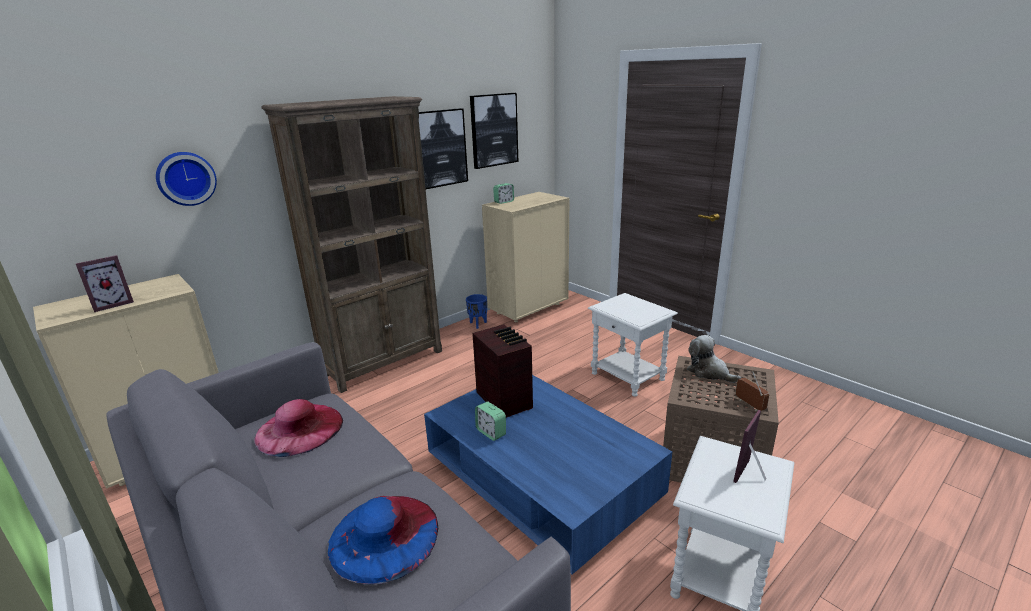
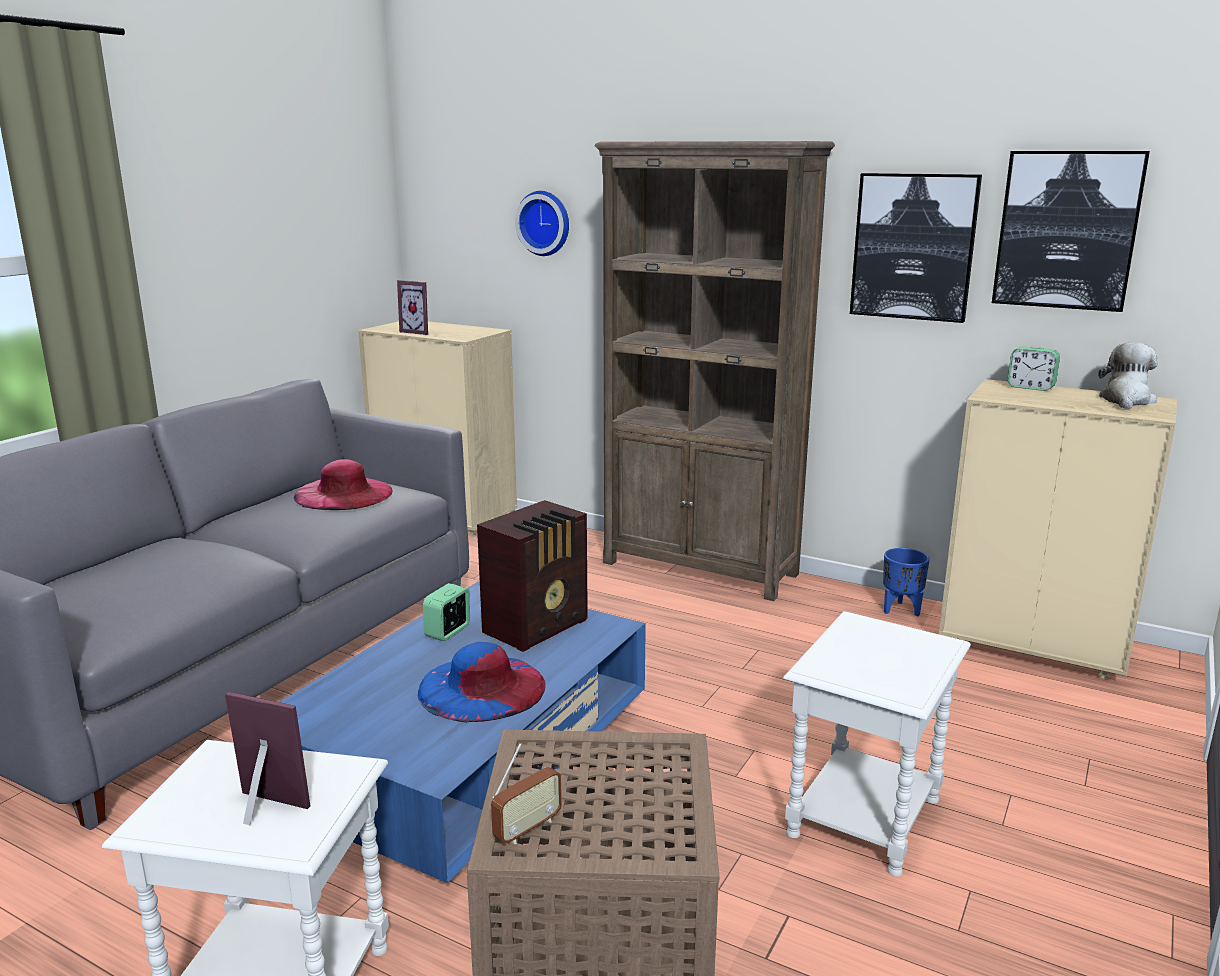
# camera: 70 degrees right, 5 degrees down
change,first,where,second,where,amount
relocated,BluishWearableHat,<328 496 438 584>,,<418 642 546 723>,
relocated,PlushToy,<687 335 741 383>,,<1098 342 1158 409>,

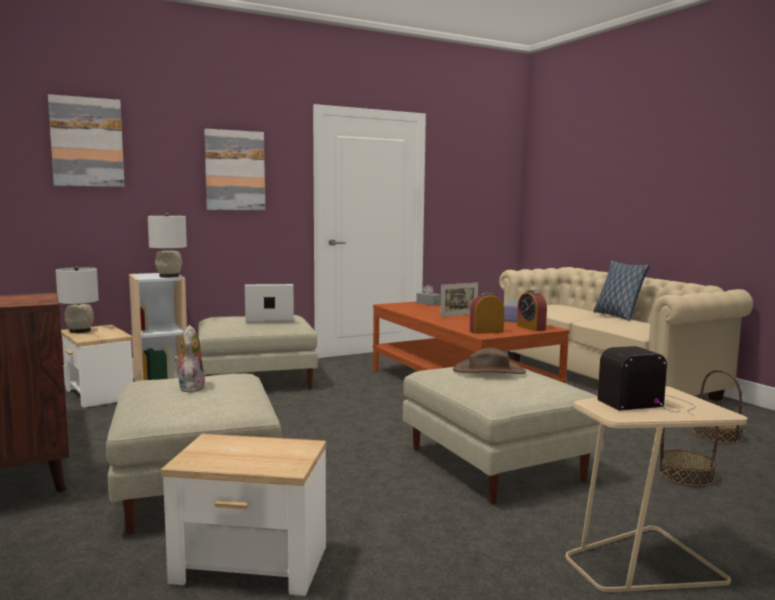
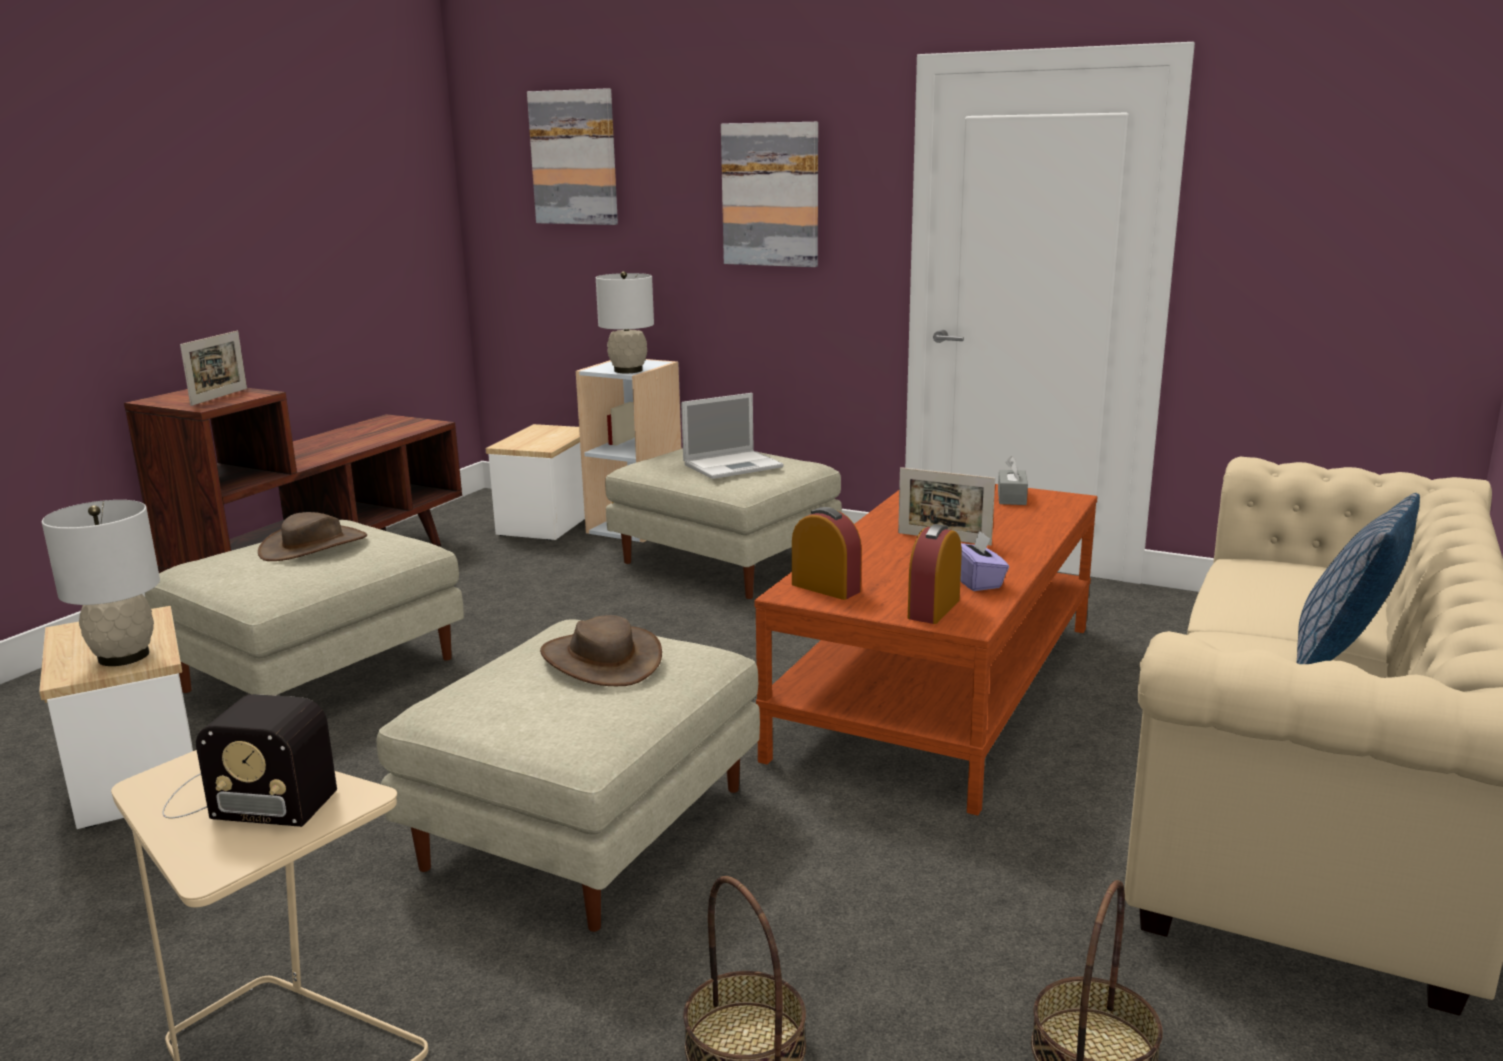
# camera: 55 degrees right, 10 degrees up
change,first,where,second,where,amount
relocated,WhiteColouredTableLamp,<56 266 99 333>,,<42 500 160 666>,
exchanged,PlushToy,<174 325 205 392>,BrownColouredWearableHat,<258 512 367 561>,
spun,PortableComputer,<245 284 294 323>,,<681 393 784 479>,105 degrees clockwise
spun,RadioSet,<598 346 695 415>,,<162 694 337 827>,150 degrees clockwise
appeared,,,PictureFrame,<180 331 247 406>,

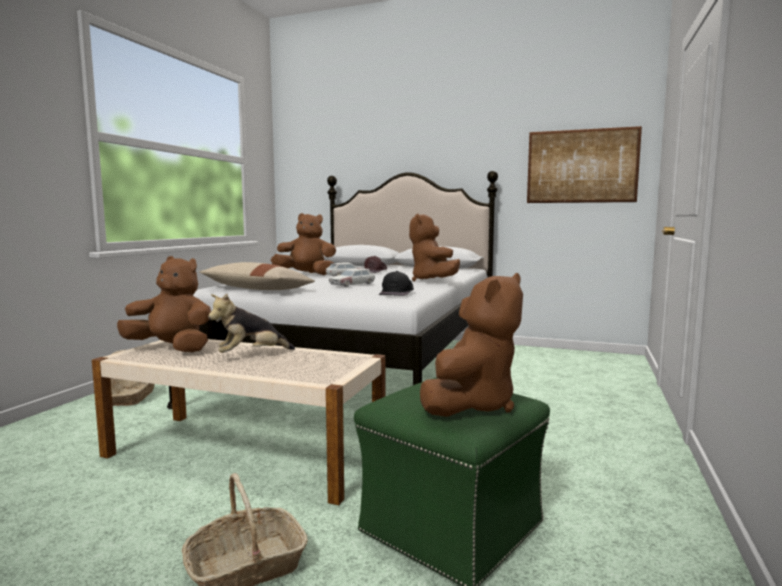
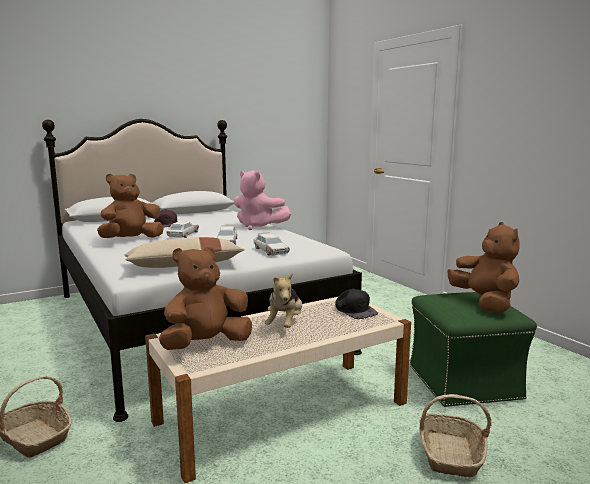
# camera: 50 degrees left, 5 degrees up
change,first,where,second,where,amount
relocated,BlackColouredCap,<379 271 414 296>,,<335 289 378 319>,
colour,BrownColouredPlushToy,<409 213 460 282>,PinkishPlushToy,<234 170 291 230>,
missing,WallArt,<527 126 642 203>,,,
appeared,,,ModelCar,<254 232 290 256>,

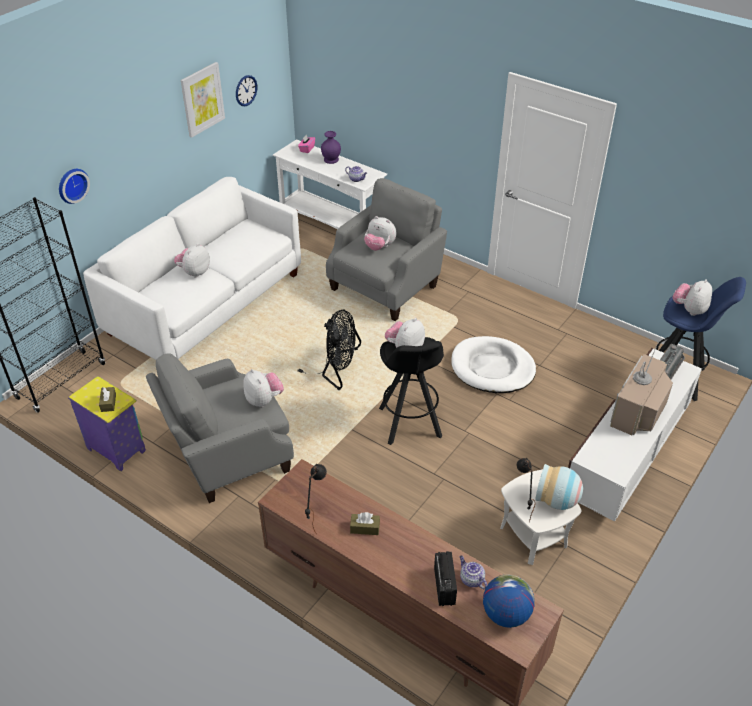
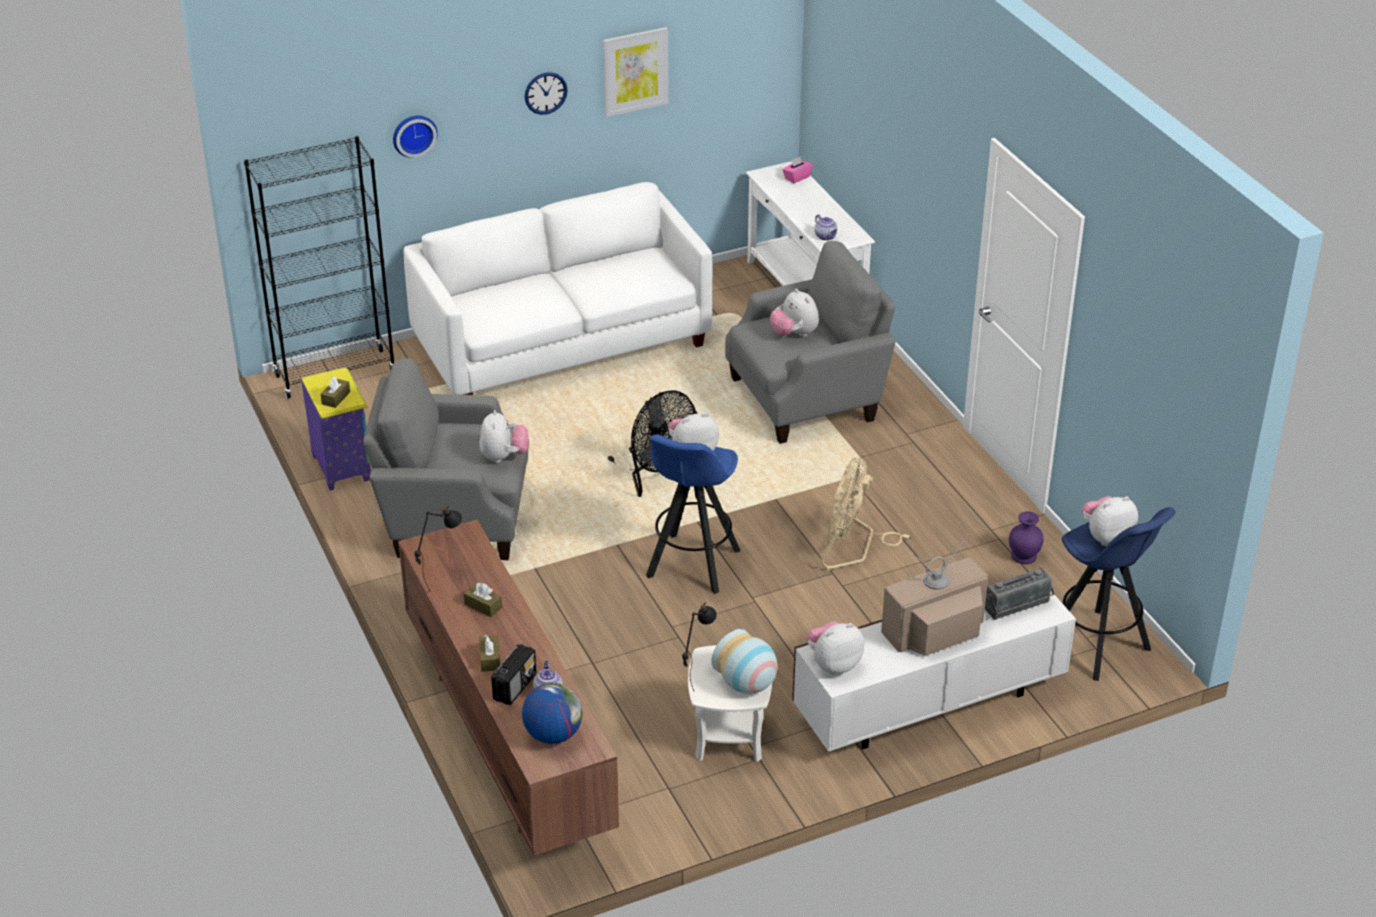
# camera: 30 degrees right, 5 degrees down
change,first,where,second,where,amount
relocated,PlushToy,<174 243 210 277>,,<806 621 864 674>,
relocated,HangingClock,<236 75 257 106>,,<524 72 568 115>,
relocated,PurplishDecorativeVase,<321 131 341 164>,,<1009 511 1044 564>,
colour,BlackColouredStoolSeat,<379 337 444 445>,BluishStoolSeat,<646 434 740 594>,
exchanged,WhiteColouredPetBed,<451 336 536 393>,BeigeColouredElectricFan,<821 457 911 571>,
appeared,,,BrownColouredTissueHolder,<479 635 500 672>,

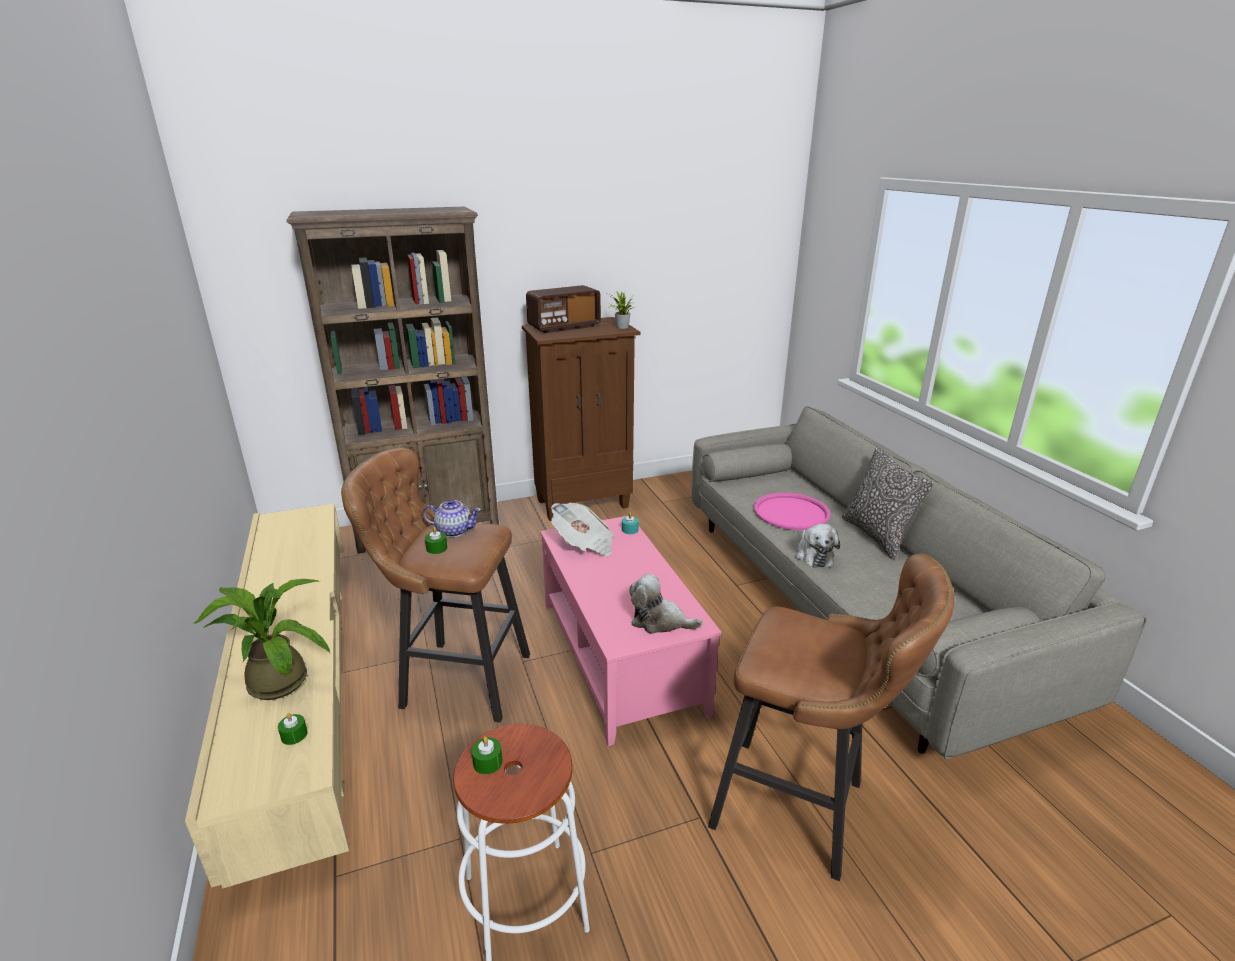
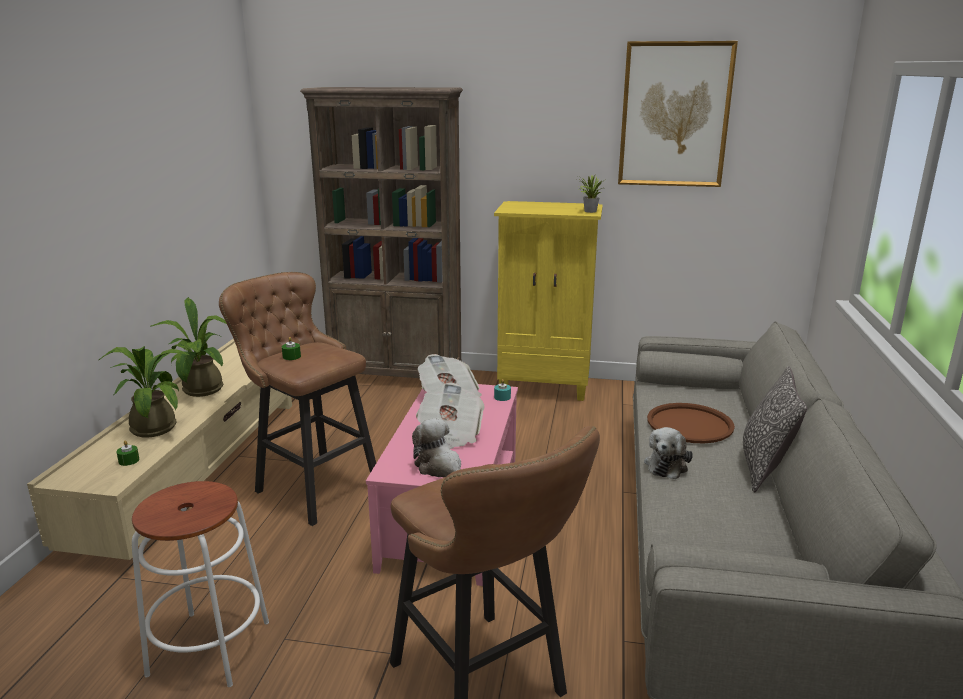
# camera: 30 degrees right, 5 degrees down
change,first,where,second,where,amount
missing,TeaPot,<423 499 481 537>,,,
missing,GreenCandle,<472 736 503 774>,,,
colour,BrownColouredStorageCabinet,<522 317 640 521>,YellowColouredStorageCabinet,<494 201 603 401>,
missing,RadioSet,<526 285 601 333>,,,
colour,PinkishTray,<754 492 831 530>,BrownColouredTray,<647 403 735 443>,
appeared,,,PlantInAPot,<151 297 227 397>,
appeared,,,DailyPaper,<416 383 485 449>,
appeared,,,WallArt,<618 41 738 187>,

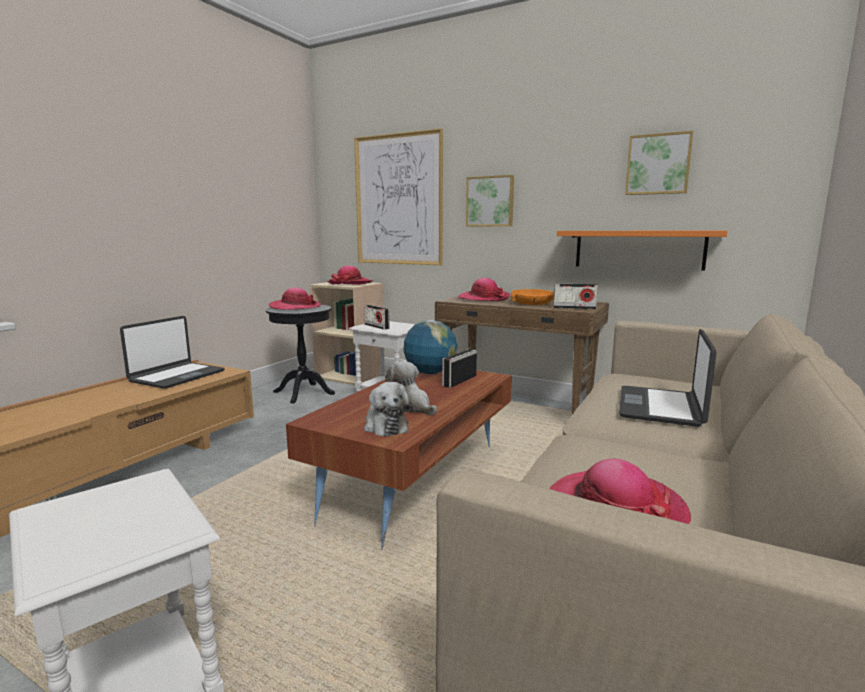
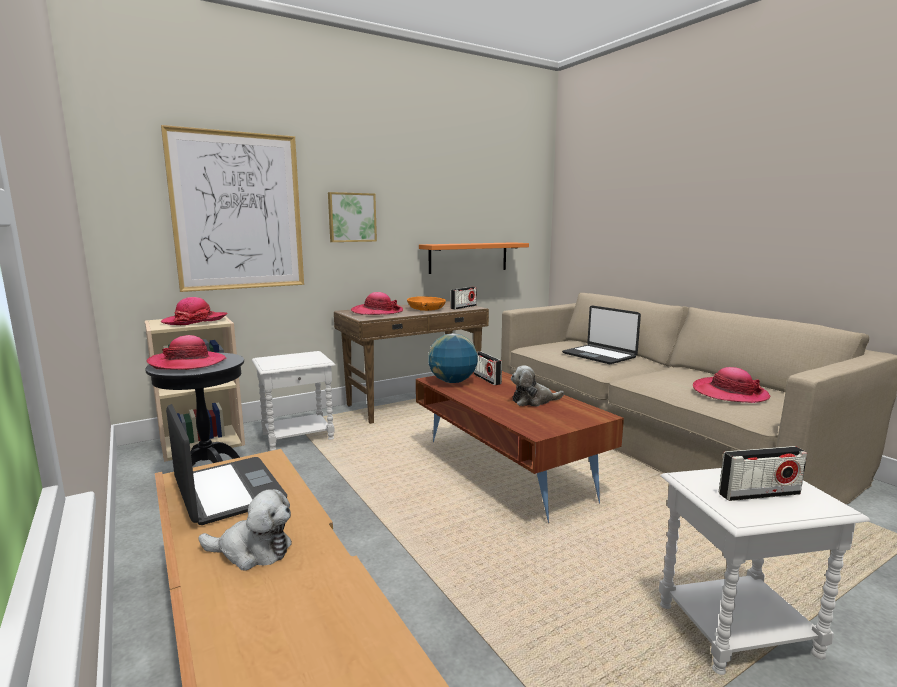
# camera: 60 degrees left, 0 degrees up
change,first,where,second,where,amount
relocated,RadioSet,<364 305 390 330>,,<719 446 807 501>,
relocated,PlushToy,<364 382 413 437>,,<198 489 292 570>,
missing,WallArt,<625 131 693 195>,,,

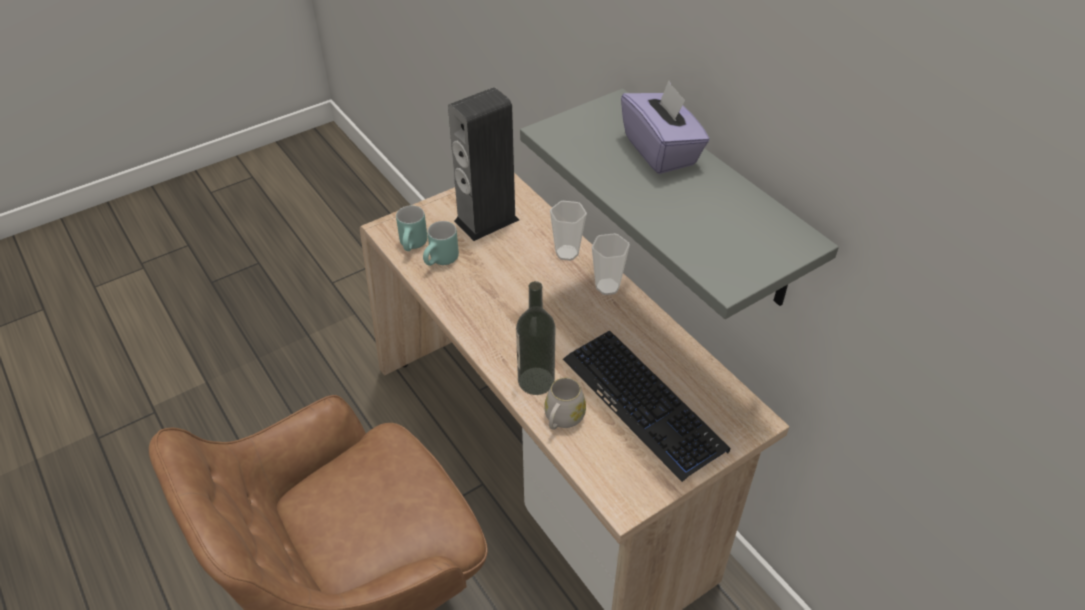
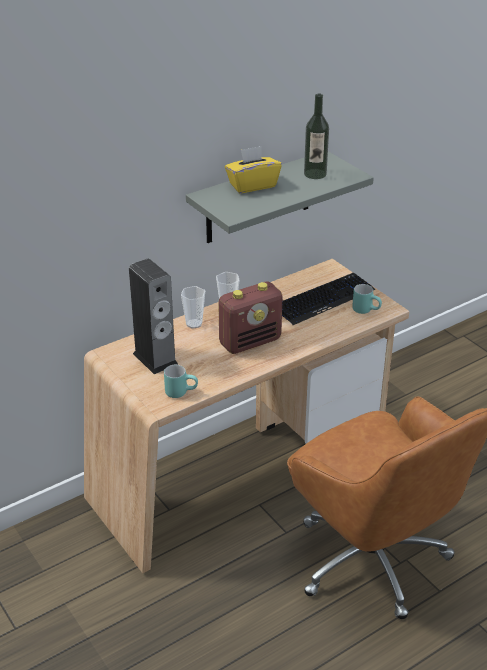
# camera: 90 degrees left, 10 degrees down
change,first,where,second,where,amount
relocated,TurquoiseColouredTeaMug,<423 221 459 266>,,<352 284 382 314>,
relocated,BeverageBottle,<516 281 555 395>,,<304 94 329 179>,
missing,WhiteColouredTeaMug,<544 378 586 430>,,,
colour,PurplishTissueHolder,<621 81 710 174>,YellowColouredTissueHolder,<225 146 282 193>,
appeared,,,RadioSet,<218 281 283 354>,

